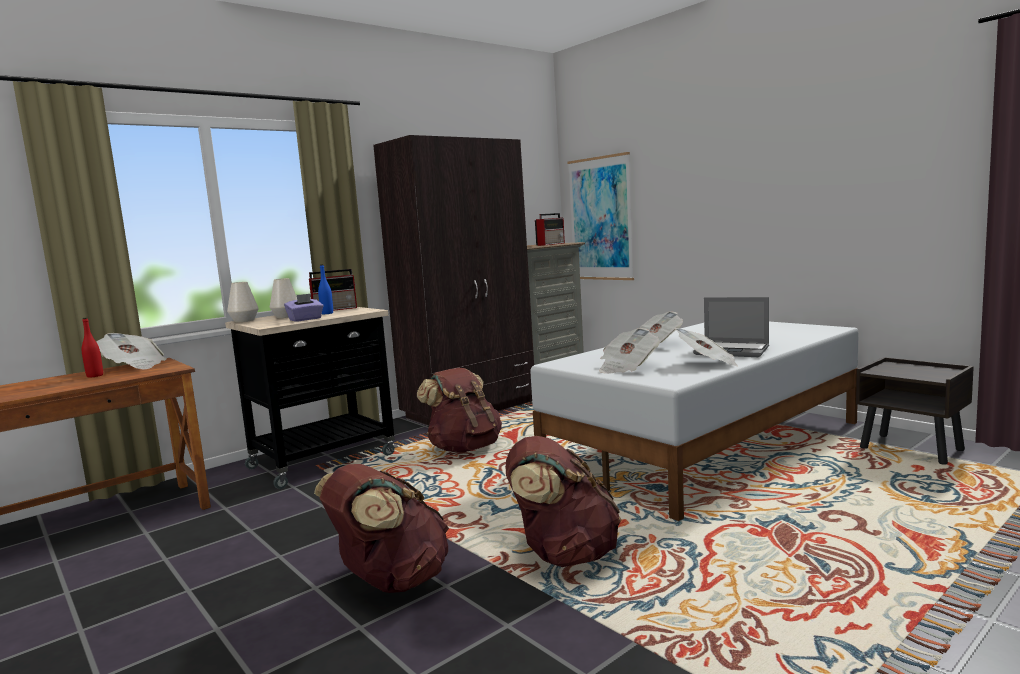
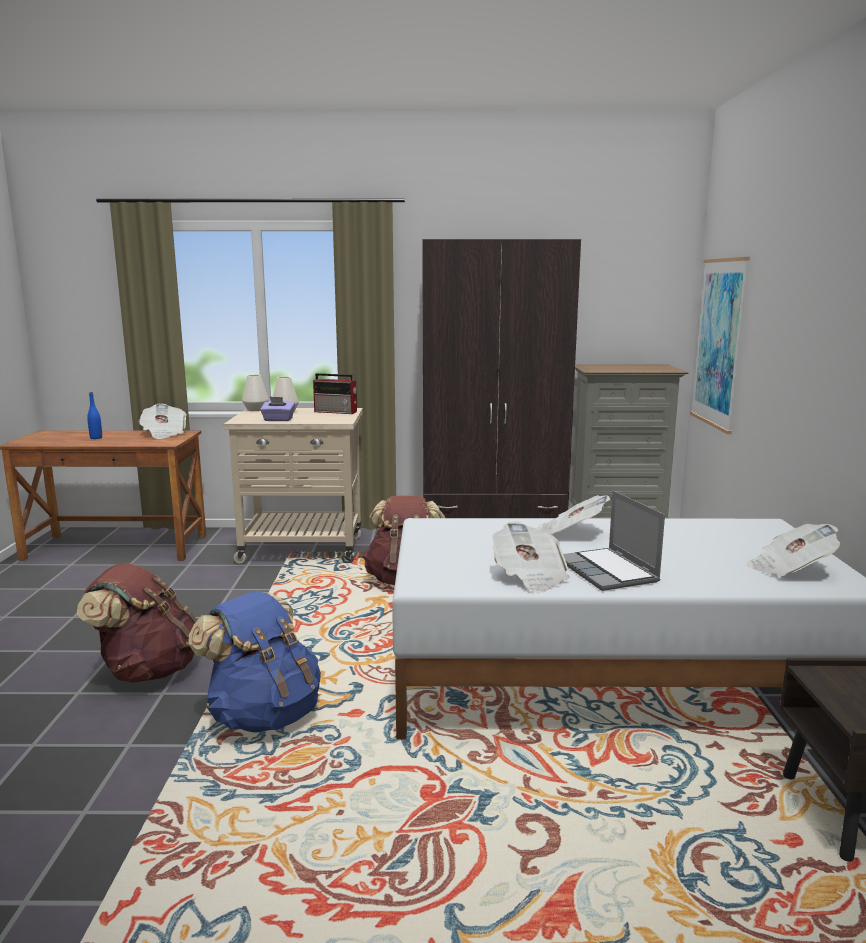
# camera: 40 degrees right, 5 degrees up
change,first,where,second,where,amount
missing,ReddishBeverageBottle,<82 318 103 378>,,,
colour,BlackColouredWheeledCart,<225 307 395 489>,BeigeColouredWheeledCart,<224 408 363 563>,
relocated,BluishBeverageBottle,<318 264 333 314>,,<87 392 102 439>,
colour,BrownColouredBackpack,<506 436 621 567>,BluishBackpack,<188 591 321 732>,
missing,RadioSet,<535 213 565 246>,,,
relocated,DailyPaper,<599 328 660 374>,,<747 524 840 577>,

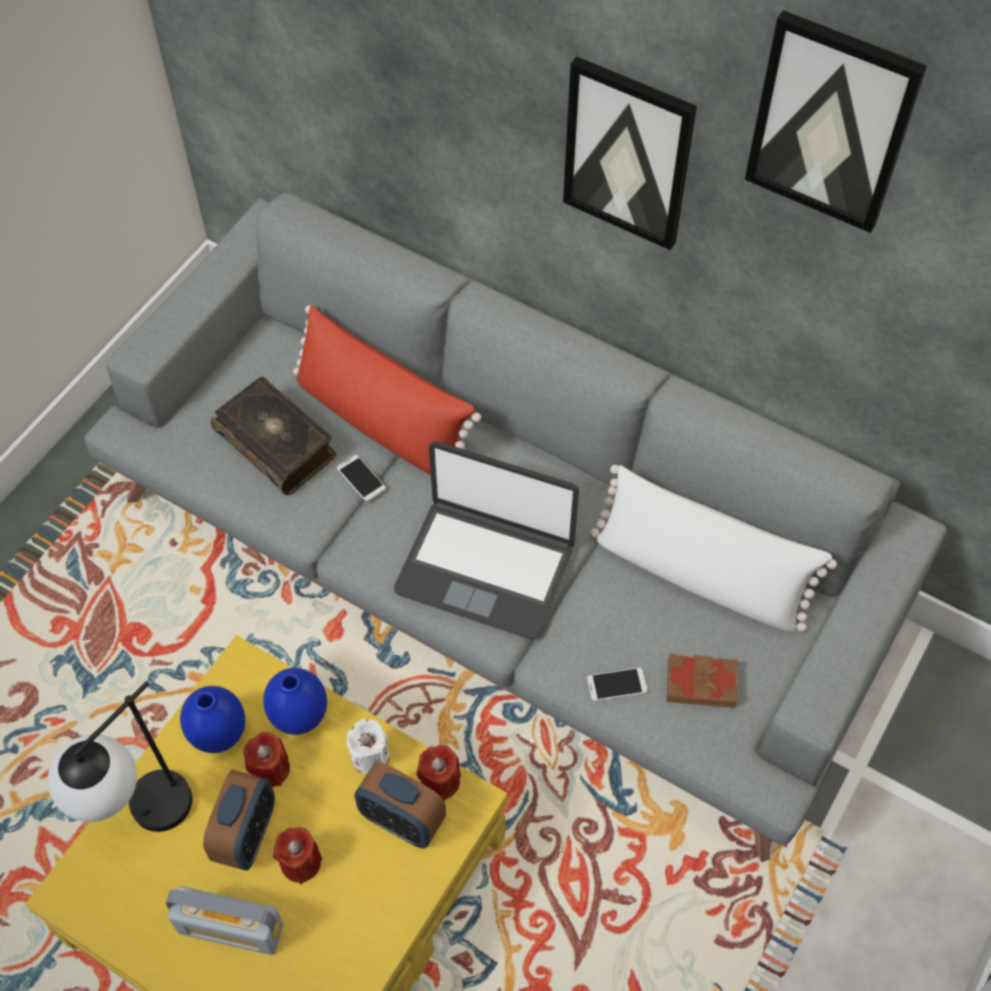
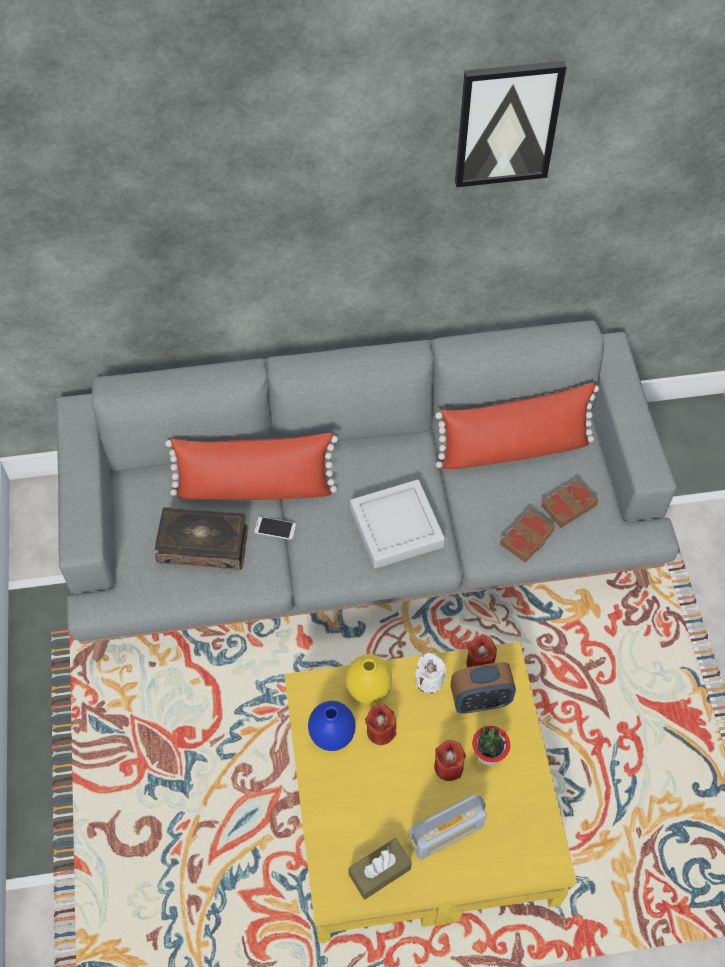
# camera: 40 degrees left, 0 degrees up
change,first,where,second,where,amount
missing,TableLamp,<48 681 192 832>,,,
missing,TableClock,<203 770 275 870>,,,
colour,BluishDecorativeVase,<263 668 327 735>,YellowColouredDecorativeVase,<346 654 392 704>,
exchanged,PortableComputer,<394 441 579 639>,GreyTray,<350 479 445 569>,
missing,WallArt,<563 56 697 250>,,,
exchanged,Phone,<587 668 648 701>,BrownColouredVolume,<500 508 555 563>,
colour,WhiteColouredThrowPillow,<590 465 837 633>,ReddishThrowPillow,<435 383 599 469>,
appeared,,,BrownColouredTissueHolder,<348 838 412 900>,
appeared,,,PlantInAPot,<472 725 510 766>,

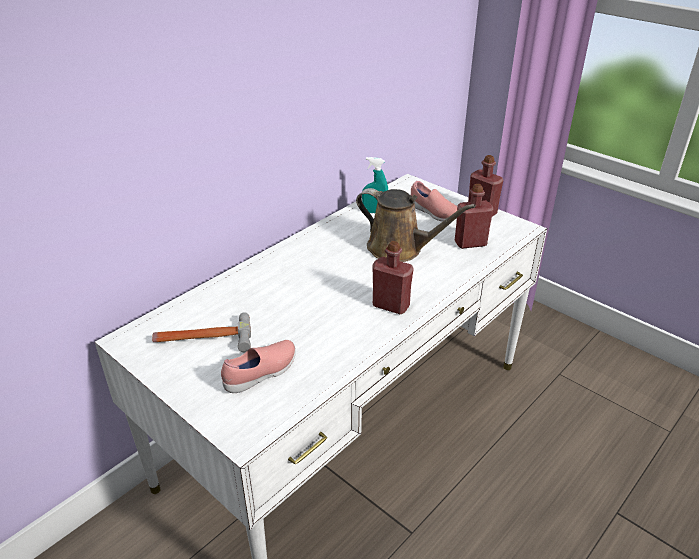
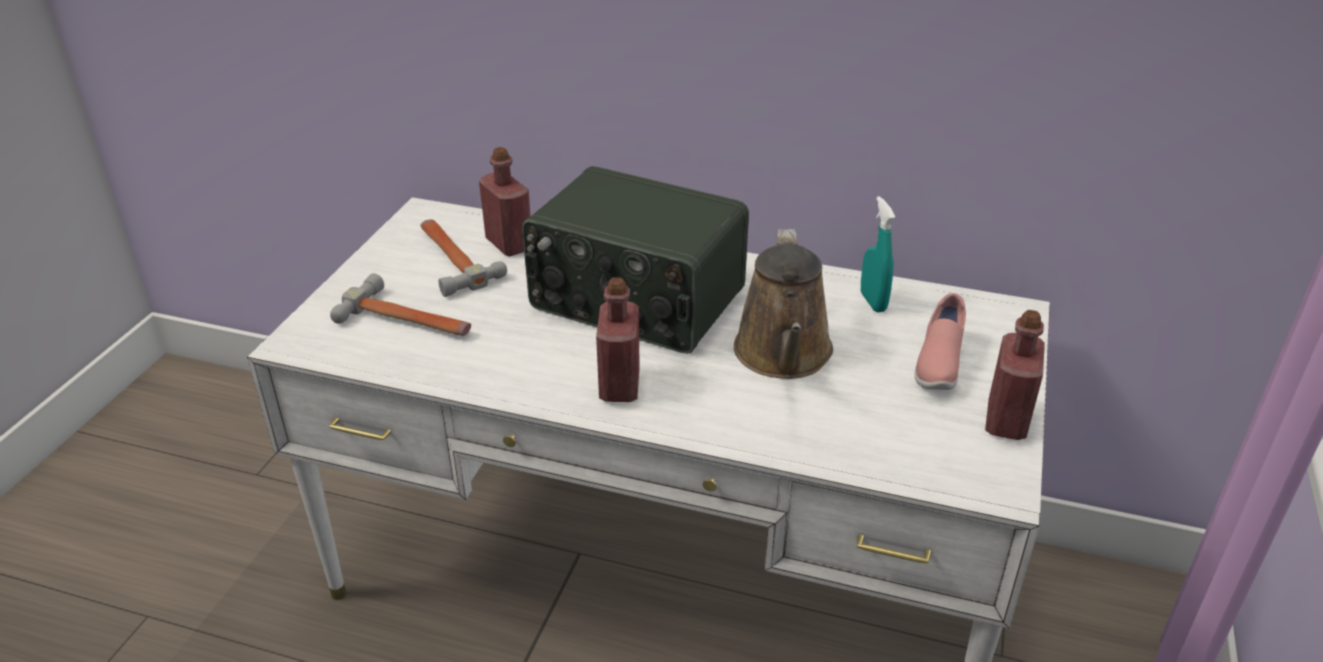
# camera: 65 degrees right, 0 degrees up
change,first,where,second,where,amount
exchanged,PinkishItemOfFootwear,<221 340 296 393>,ToolHammer,<330 273 471 336>,
relocated,ReddishBeverageBottle,<455 184 493 249>,,<479 147 530 256>,
appeared,,,RadioSet,<522 166 749 354>,

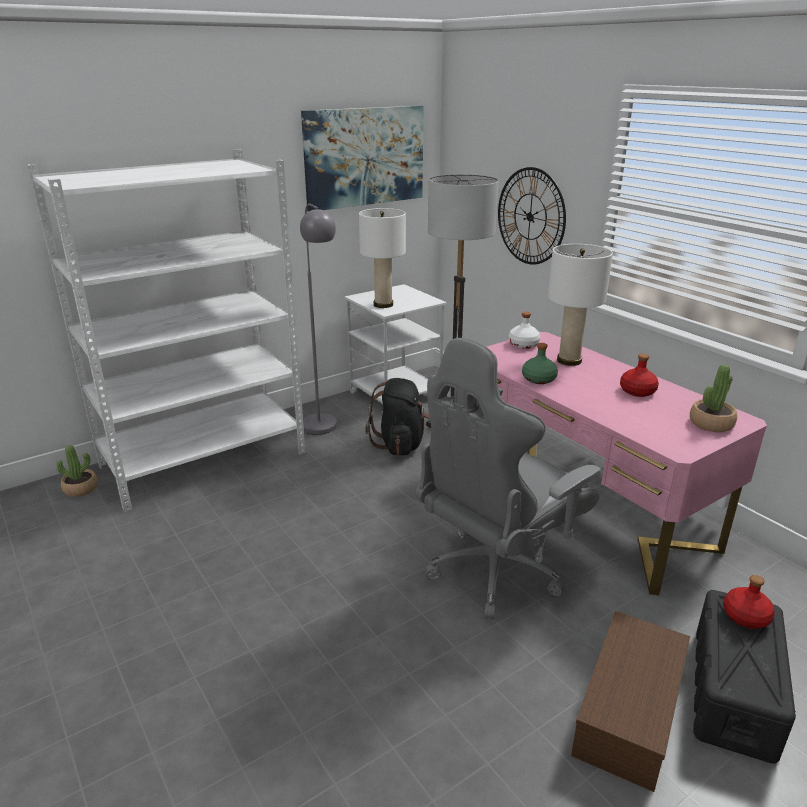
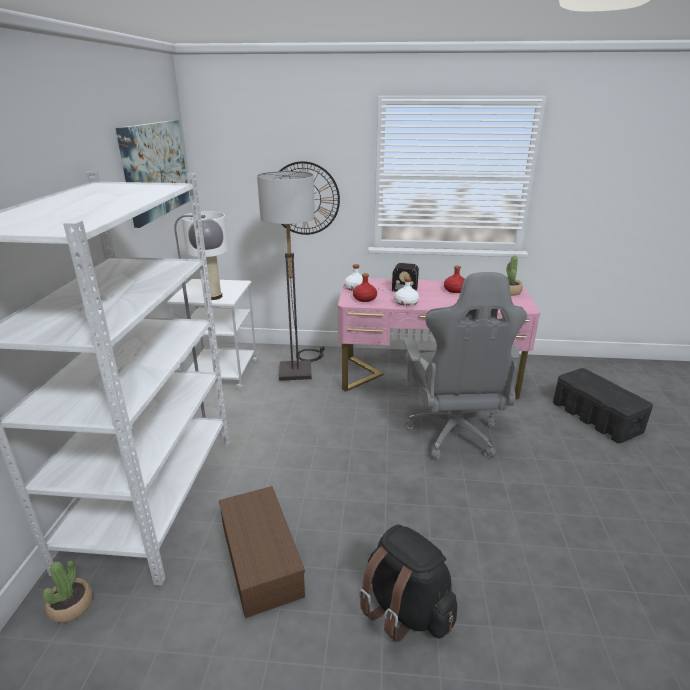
# camera: 50 degrees left, 0 degrees up
change,first,where,second,where,amount
relocated,BlackColouredBackpack,<365 378 430 456>,,<359 525 457 642>,
colour,GreenBeverageBottle,<522 343 558 384>,WhiteColouredBeverageBottle,<394 277 419 306>,
exchanged,WhiteColouredTableLamp,<548 244 613 366>,RadioSet,<378 263 419 292>,
relocated,BrownColouredStorageContainer,<571 611 690 792>,,<219 486 305 618>,
relocated,ReddishBeverageBottle,<723 575 775 629>,,<353 273 377 302>,

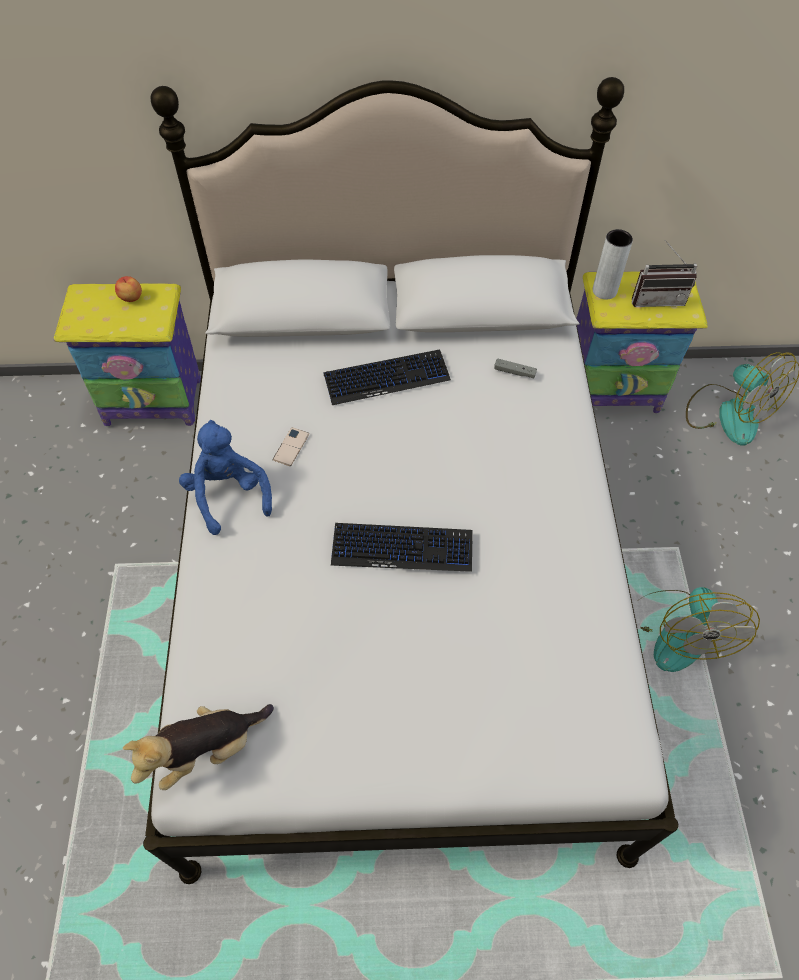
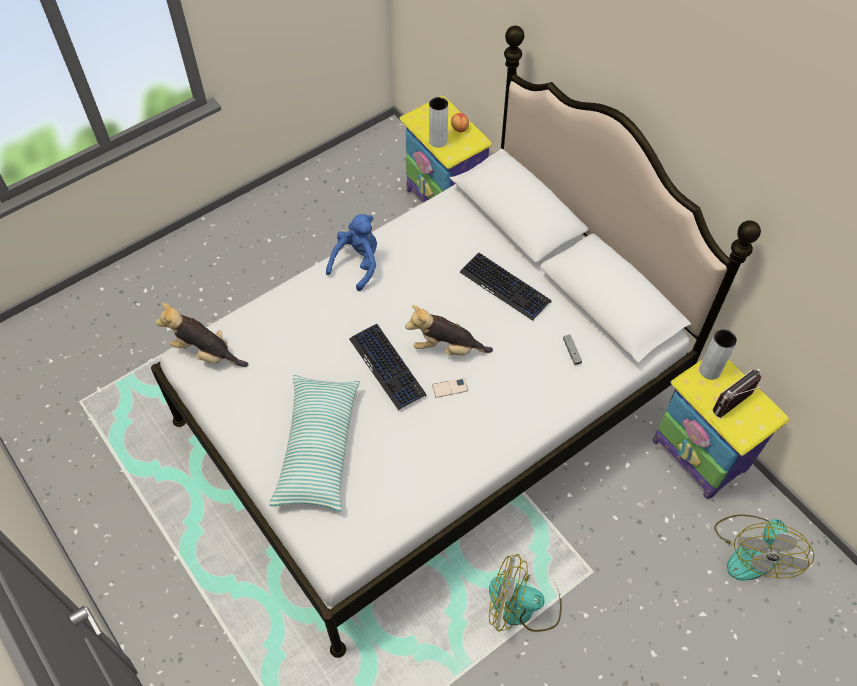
# camera: 55 degrees right, 0 degrees up
change,first,where,second,where,amount
relocated,Phone,<273 427 309 466>,,<432 378 468 398>,
spun,RadioSet,<632 240 697 307>,,<713 368 766 418>,90 degrees clockwise
spun,ElectricFan,<636 587 760 672>,,<489 554 562 632>,45 degrees clockwise
appeared,,,ThrowPillow,<269 375 360 512>,
appeared,,,PlushToy,<405 305 493 355>,
appeared,,,GreyDecorativeVase,<429 97 448 148>,

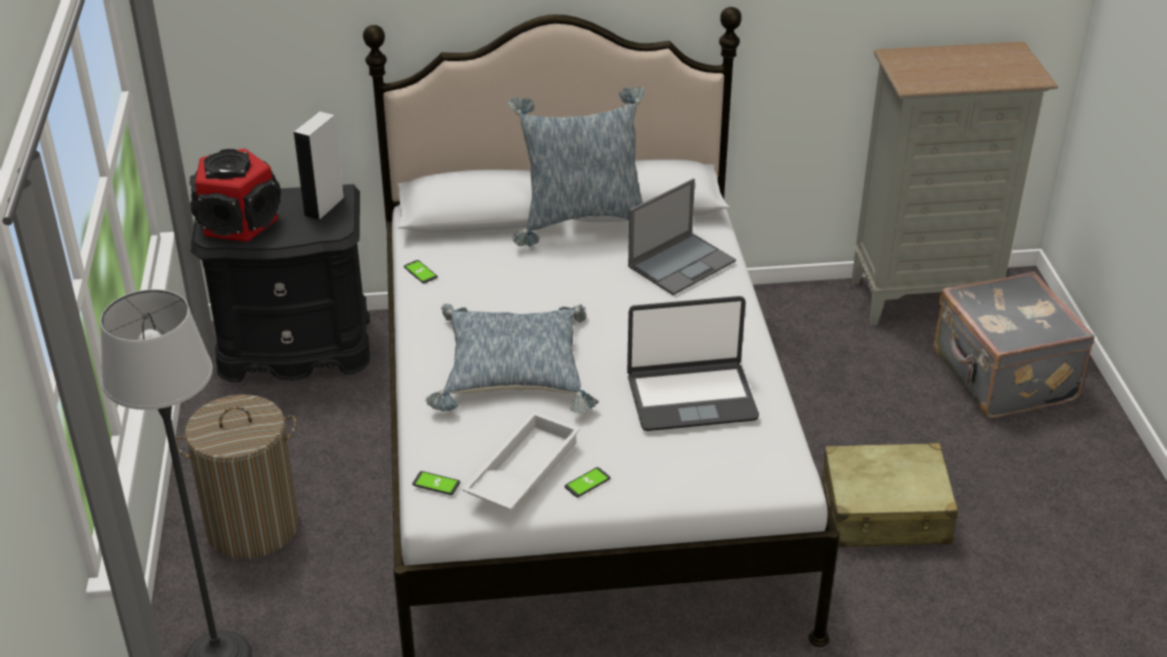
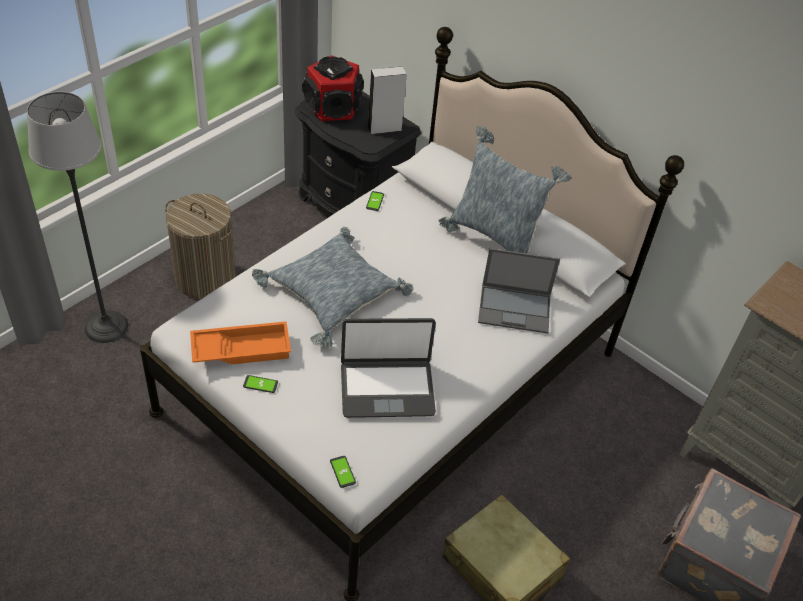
# camera: 45 degrees right, 10 degrees up
change,first,where,second,where,amount
relocated,Phone,<412 471 460 495>,,<330 456 356 488>,
colour,WhiteColouredTray,<462 411 580 510>,OrangeTray,<190 321 291 364>,
spun,PortableComputer,<627 296 759 431>,,<341 318 436 418>,45 degrees counterclockwise

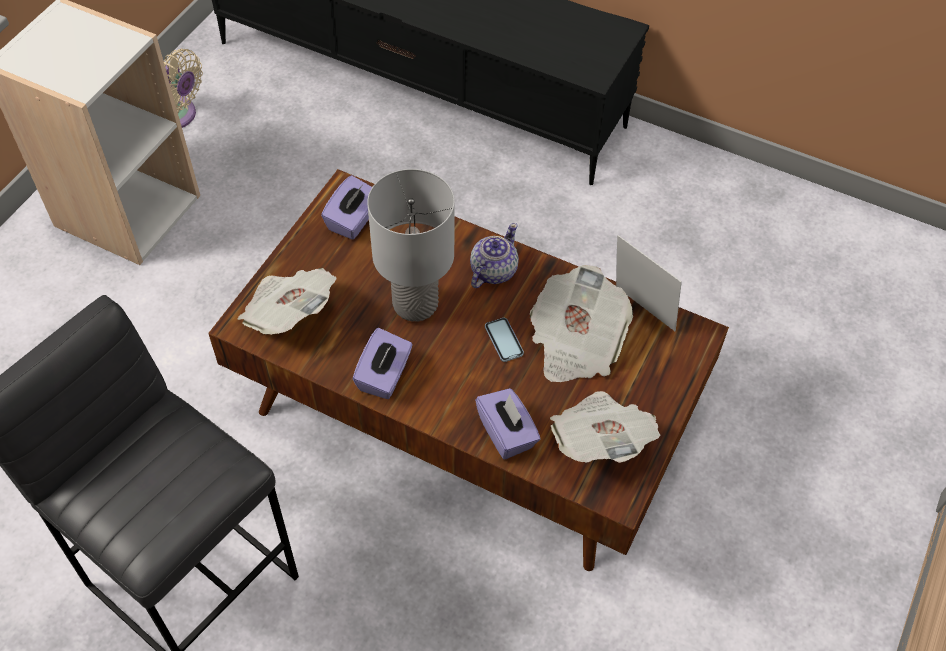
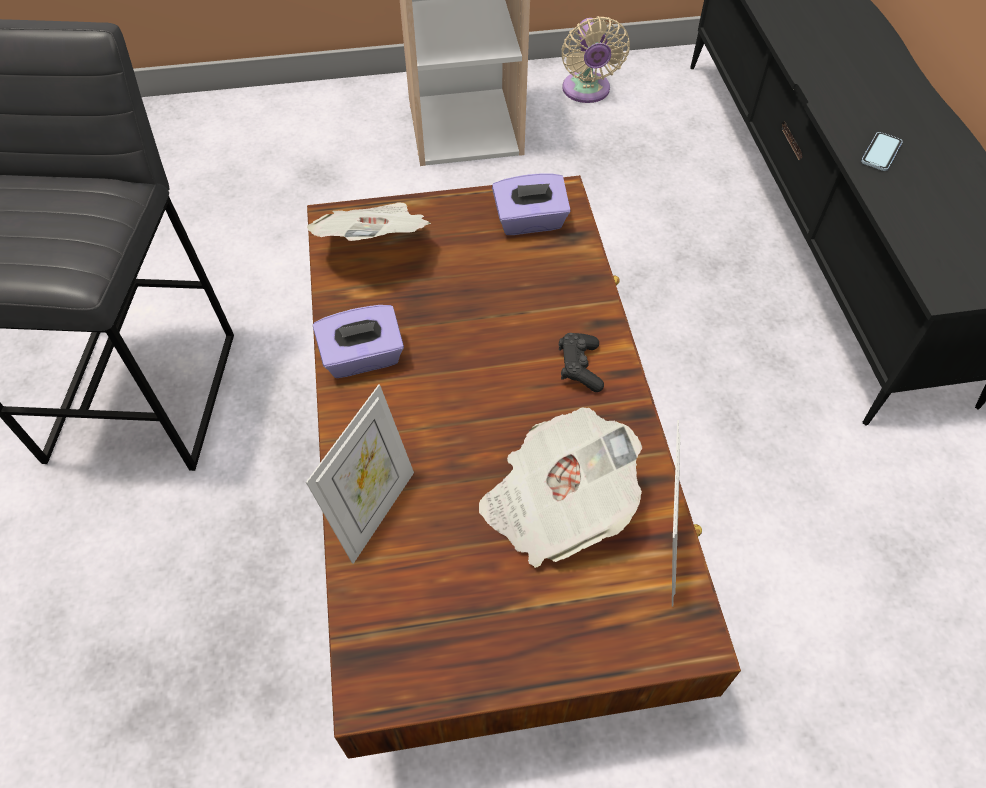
# camera: 55 degrees right, 0 degrees up
change,first,where,second,where,amount
missing,GreyTableLamp,<367 169 454 322>,,,
exchanged,TeaPot,<470 223 519 288>,BlackColouredGameController,<559 333 604 392>,
exchanged,PurplishTissueHolder,<475 388 541 459>,PictureFrame,<306 384 414 564>,
relocated,Phone,<485 318 524 362>,,<861 132 903 171>,
missing,DailyPaper,<550 391 660 463>,,,

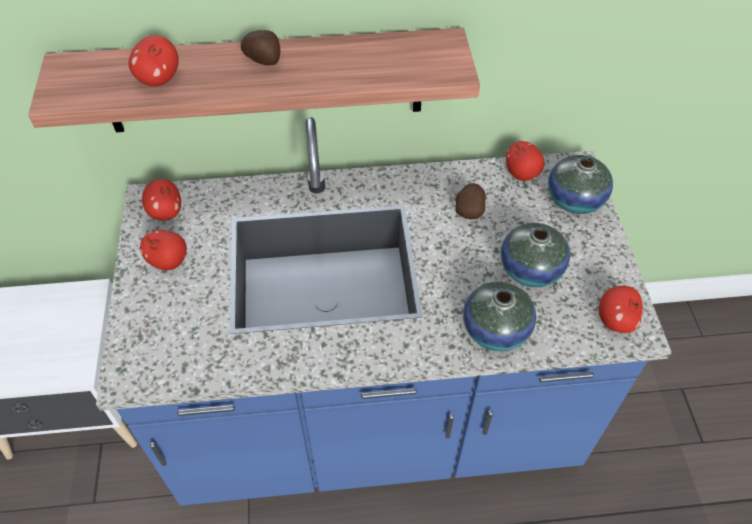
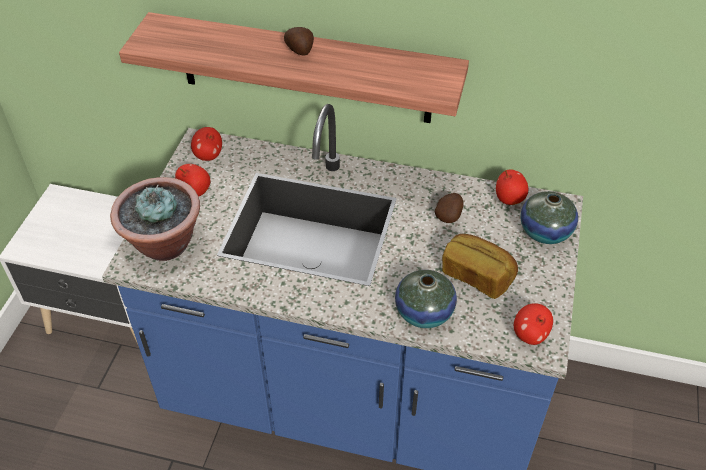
# camera: 20 degrees right, 5 degrees down
change,first,where,second,where,amount
missing,Apple,<129 35 179 86>,,,
exchanged,DecorativeVase,<501 223 570 287>,BakedBread,<442 234 518 299>,
appeared,,,PlantInAPot,<110 177 200 261>,

